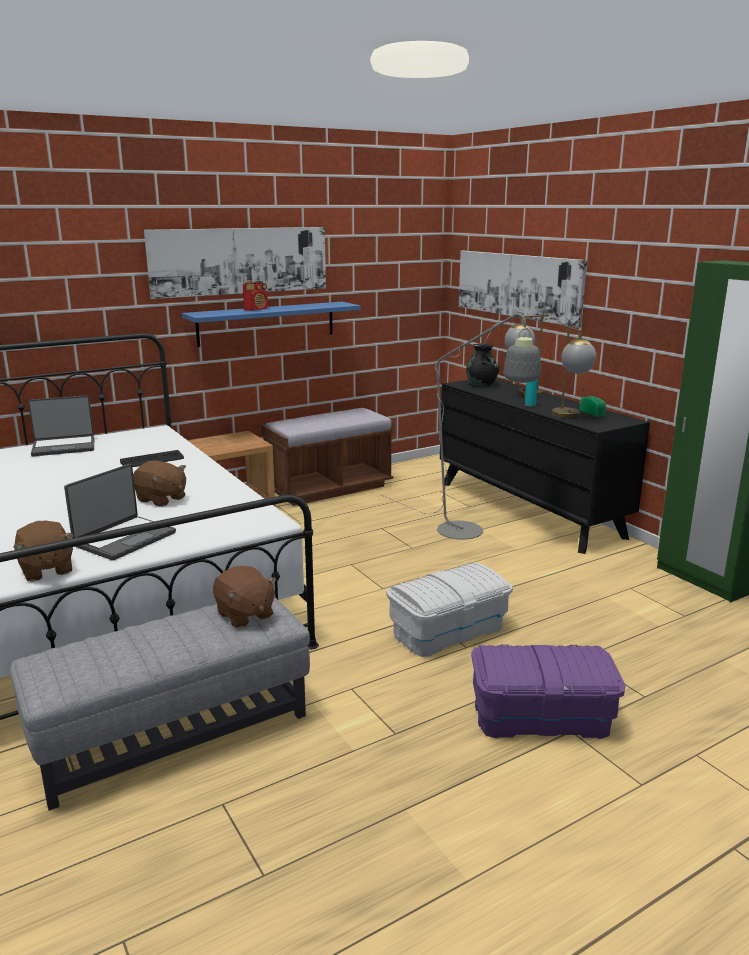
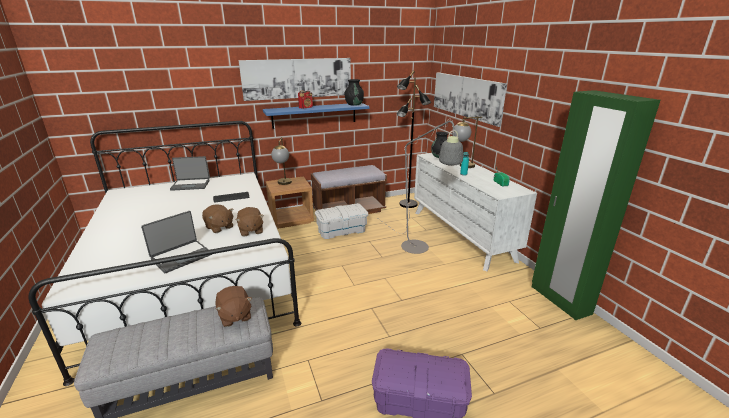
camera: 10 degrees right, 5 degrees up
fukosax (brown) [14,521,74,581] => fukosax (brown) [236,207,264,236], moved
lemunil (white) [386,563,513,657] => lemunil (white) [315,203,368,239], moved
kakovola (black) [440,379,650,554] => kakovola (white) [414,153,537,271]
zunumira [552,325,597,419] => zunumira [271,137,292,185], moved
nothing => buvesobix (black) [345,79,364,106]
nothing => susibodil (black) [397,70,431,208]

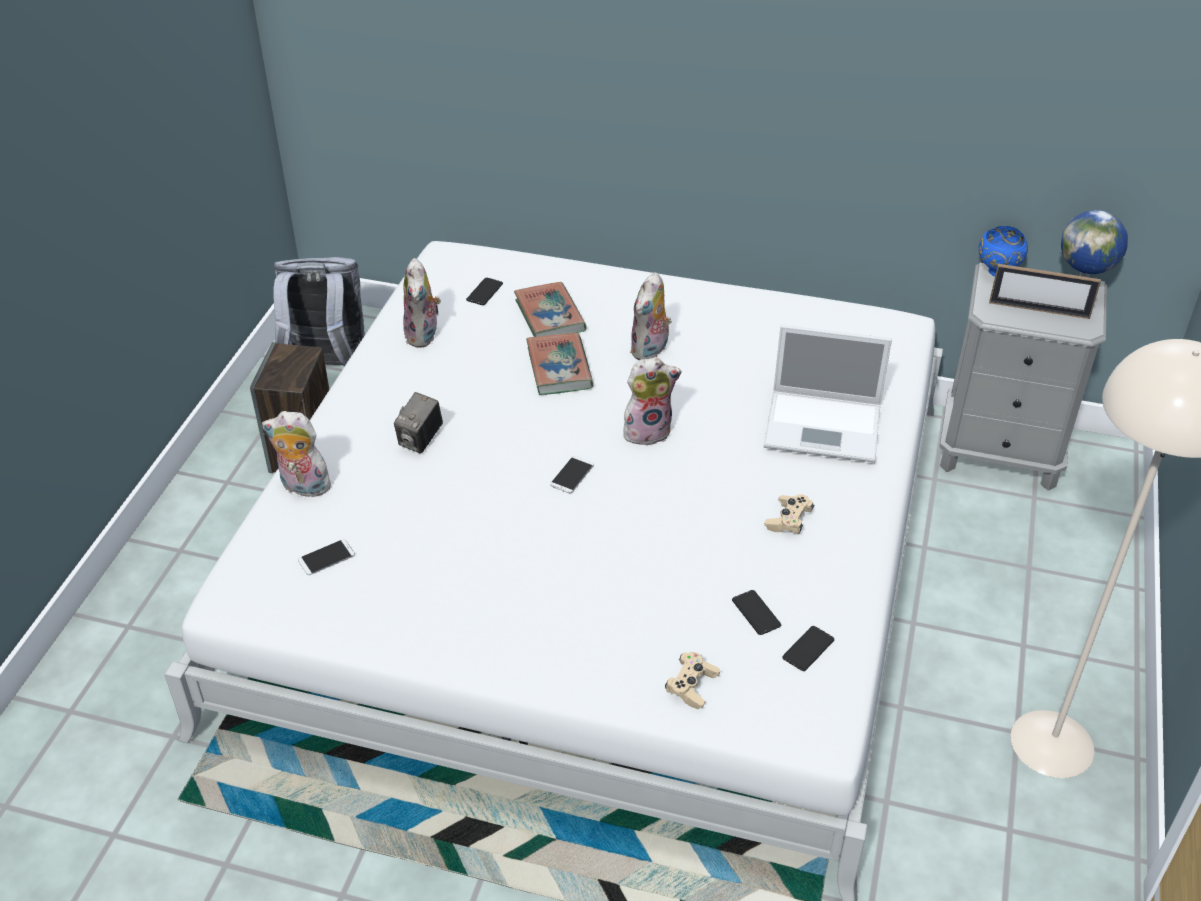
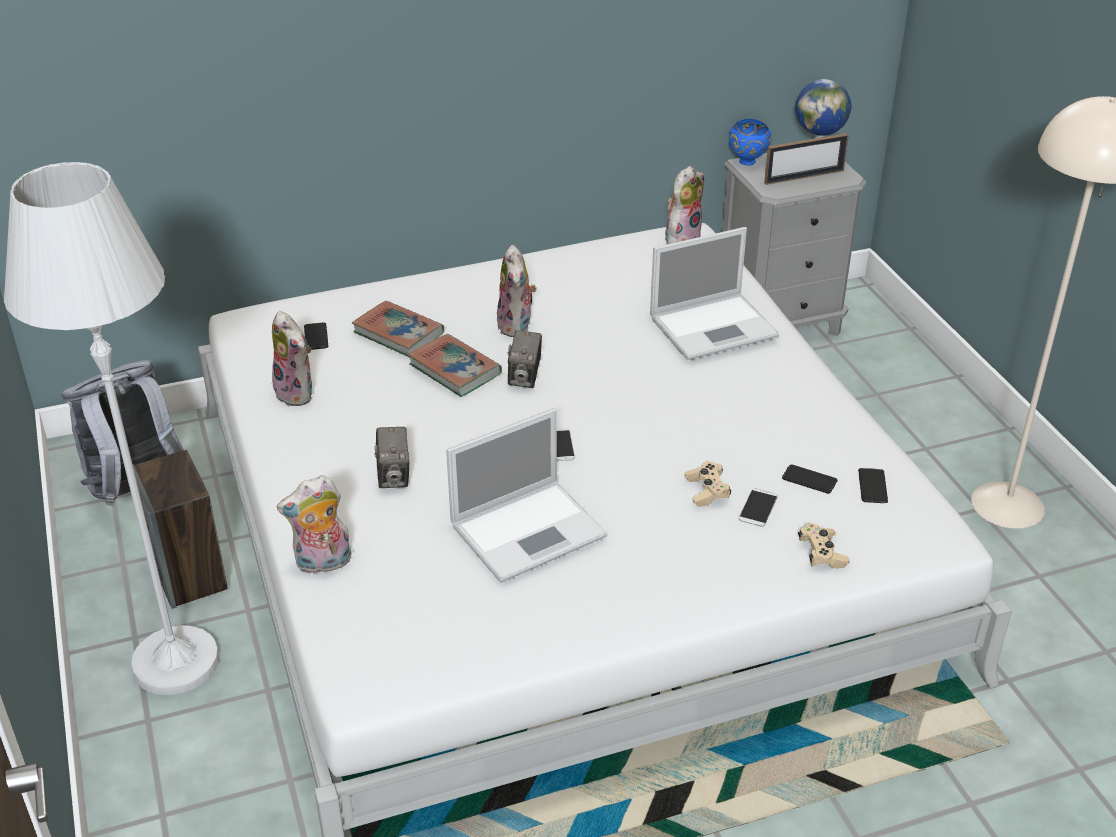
camera: 35 degrees left, 5 degrees down
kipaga [298,539,355,575] => kipaga [739,488,778,527], moved
fukosax [623,357,682,446] => fukosax [665,166,704,244], moved
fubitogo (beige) [764,494,814,535] => fubitogo (beige) [684,461,731,507], moved
nothing => susibodil (white) [4,162,220,695]
nothing => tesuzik [446,408,607,583]
nothing => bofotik [508,330,542,388]

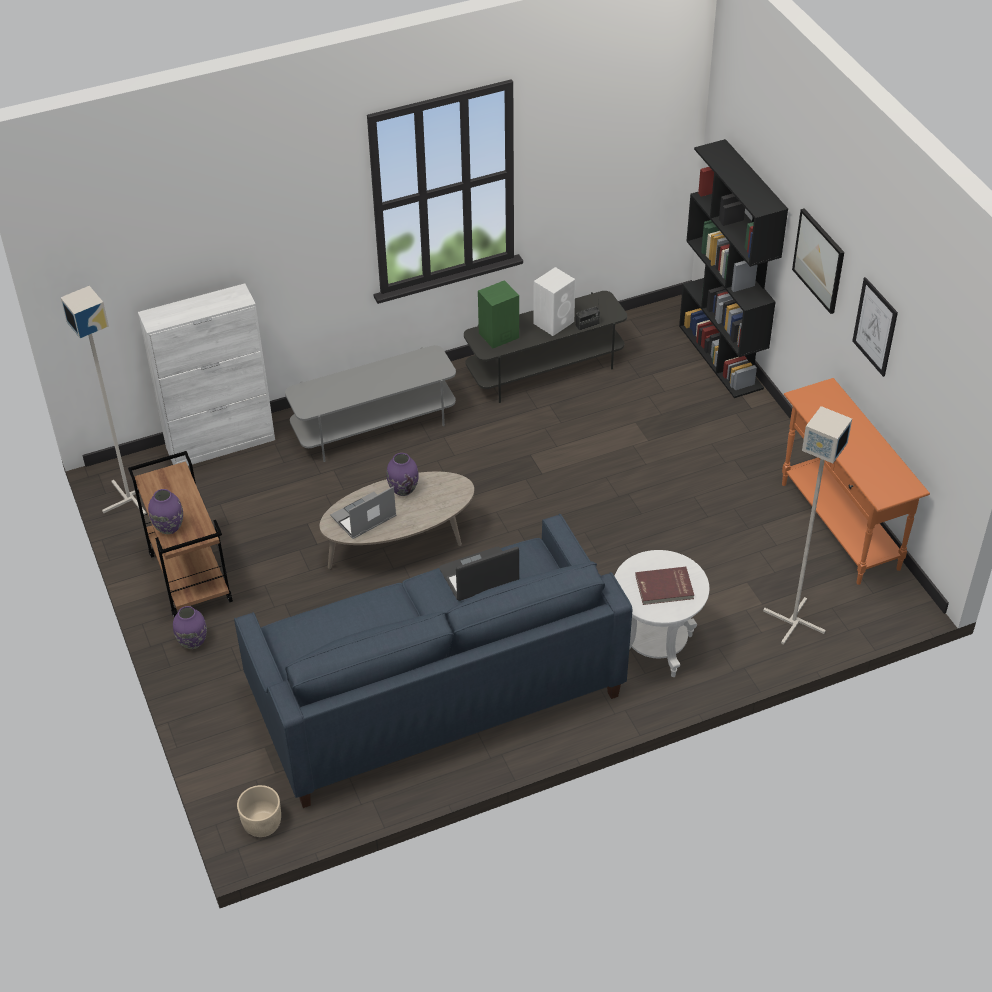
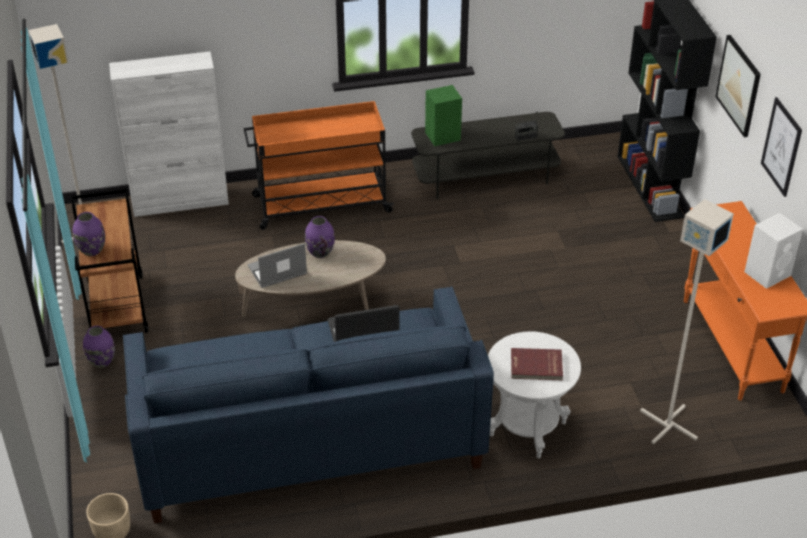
camera: 10 degrees right, 5 degrees down
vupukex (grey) [285,345,456,462] => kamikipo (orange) [244,101,394,230]
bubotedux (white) [533,267,575,336] => bubotedux (white) [744,213,803,289], moved

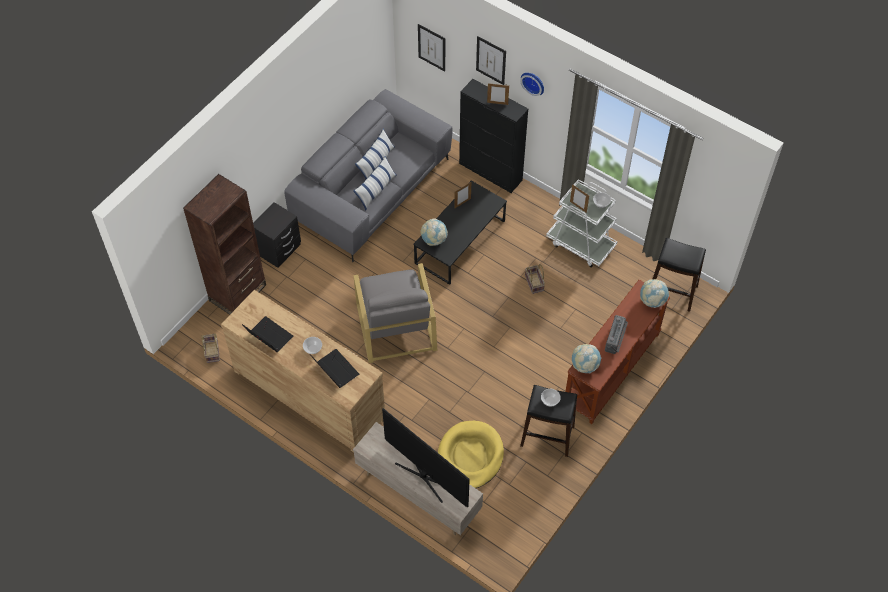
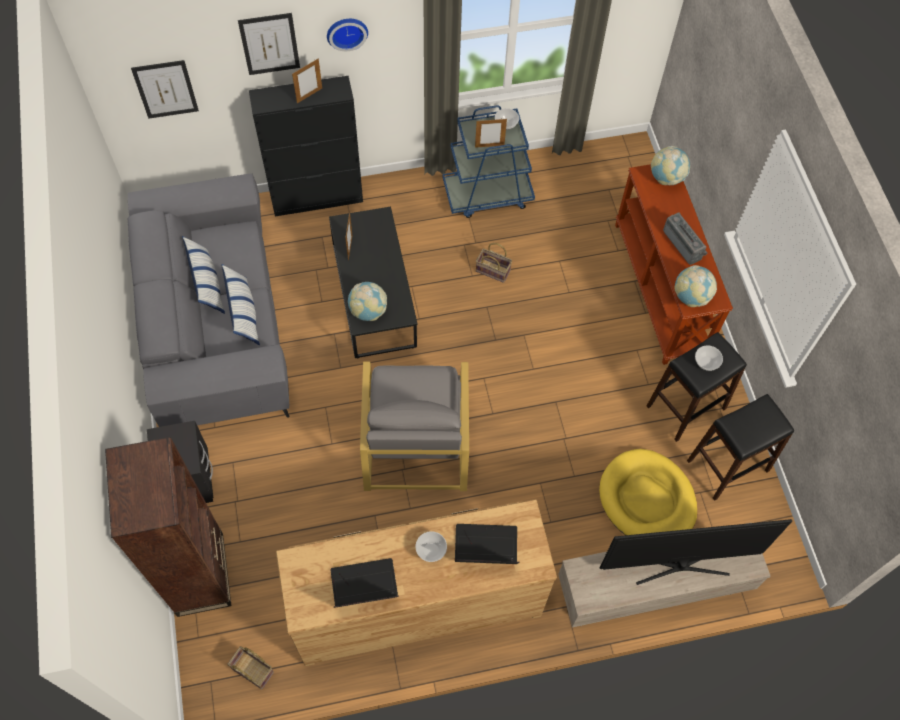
camera: 50 degrees left, 5 degrees up
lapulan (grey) [353,263,437,363] => lapulan (grey) [360,362,469,491], 60 degrees clockwise
kamikipo (white) [546,179,617,268] => kamikipo (blue) [443,105,535,218]
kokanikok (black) [653,238,706,312] => kokanikok (black) [687,394,794,501], moved

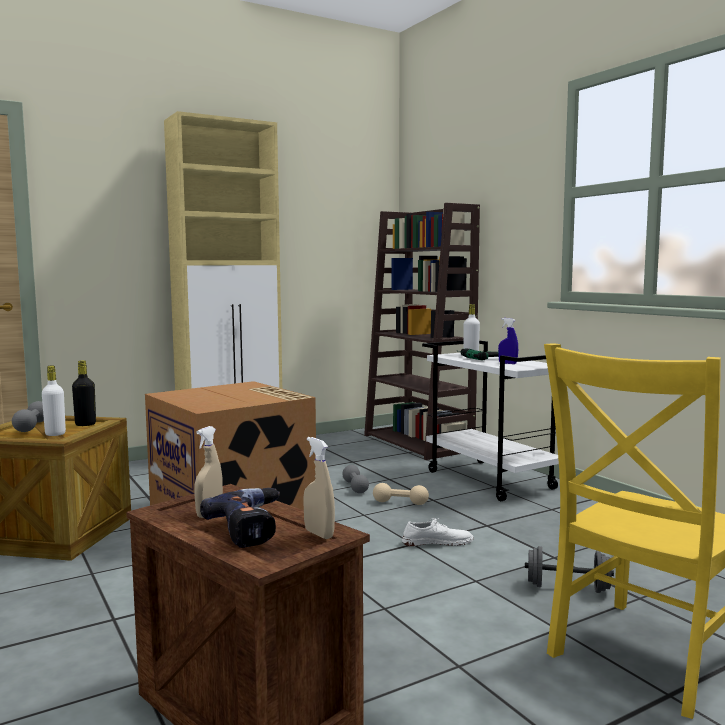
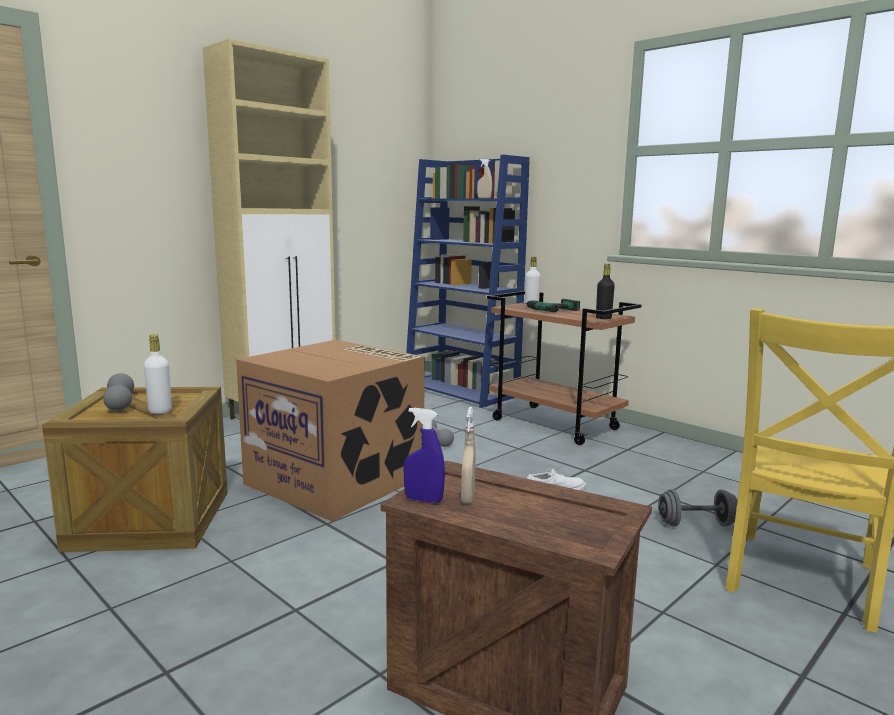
camera: 15 degrees left, 5 degrees up
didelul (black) [72,360,96,426] => didelul (black) [596,263,615,319], moved
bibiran [200,488,280,548] => nothing
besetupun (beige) [303,437,335,539] => besetupun (beige) [477,159,492,198], moved
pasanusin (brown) [364,203,480,460] => pasanusin (blue) [406,154,530,408]
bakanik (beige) [373,483,429,505] => nothing
kamikipo (white) [422,340,559,501] => kamikipo (brown) [487,291,641,445]
besetupun (blue) [498,318,518,364] => besetupun (blue) [404,408,445,503], moved

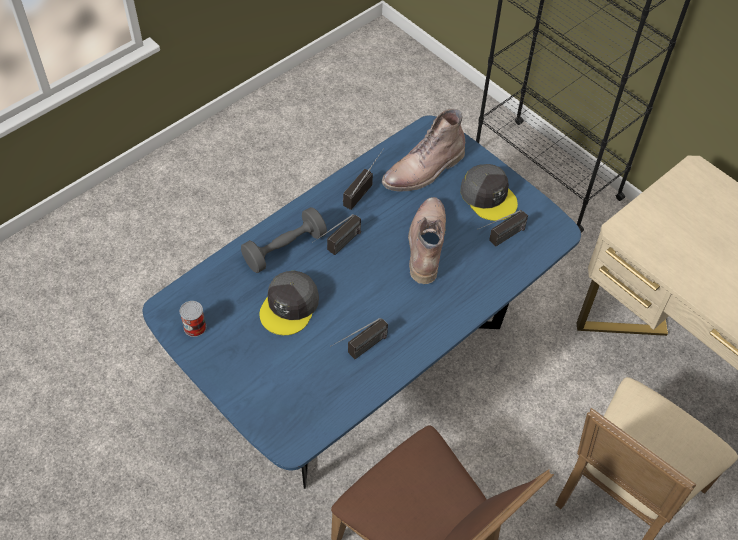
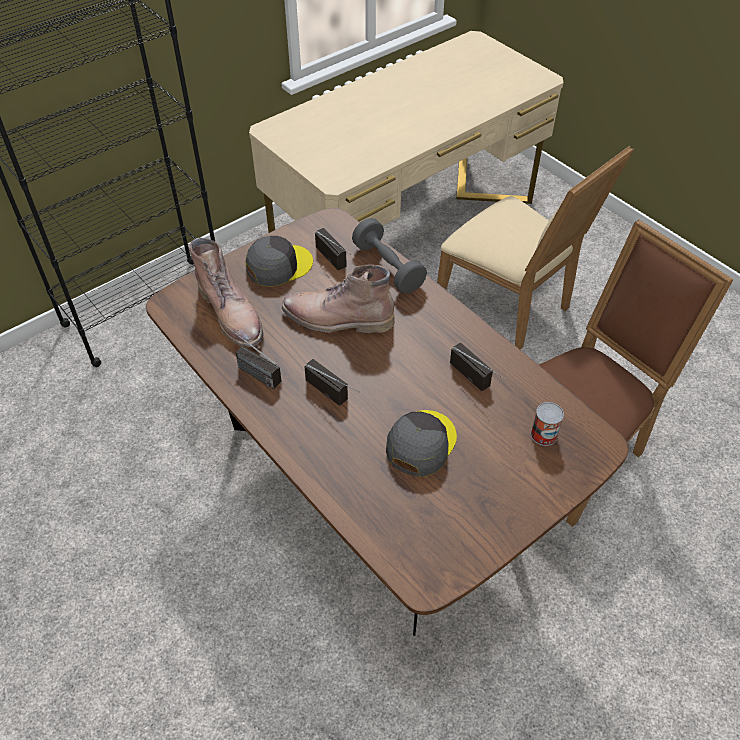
camera: 85 degrees left, 5 degrees down
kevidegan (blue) [143,115,581,489] => kevidegan (brown) [146,208,629,636]
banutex [180,301,206,337] => banutex [531,402,564,446], moved
bakanik (grey) [241,207,327,273] => bakanik (grey) [352,218,427,294], moved
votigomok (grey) [260,271,319,335] => votigomok (grey) [386,410,457,477], 90 degrees counterclockwise

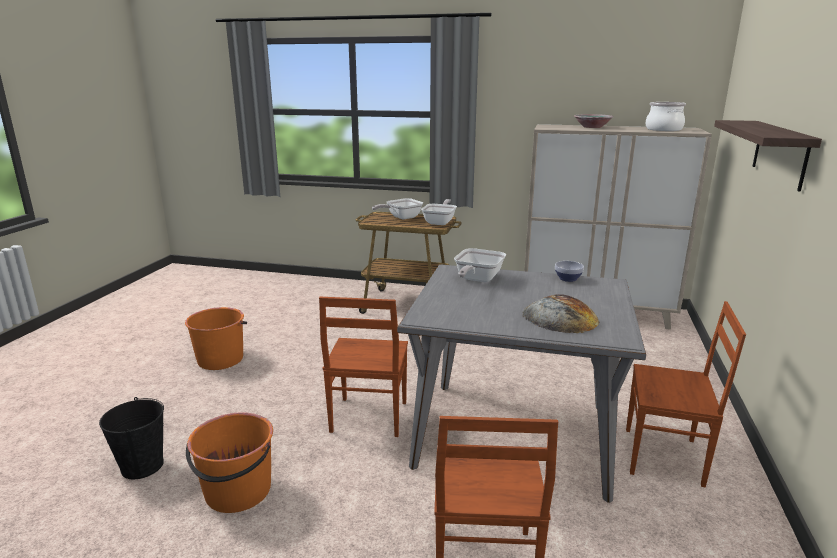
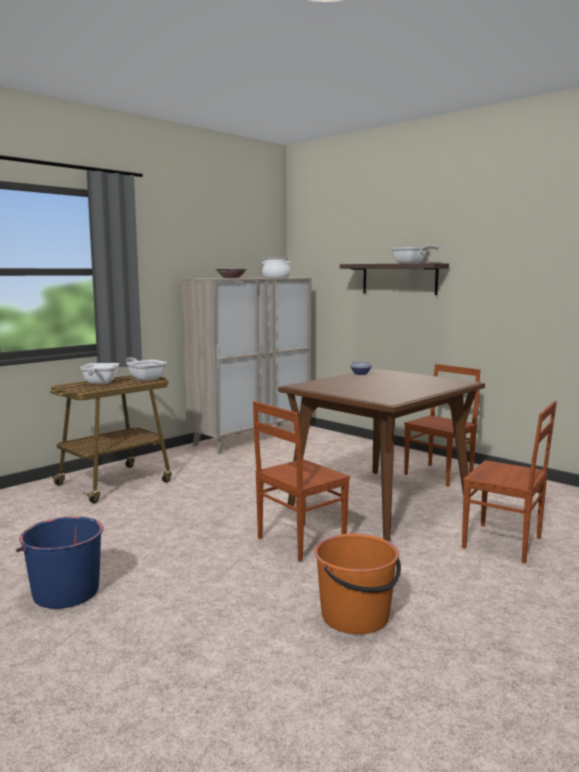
camera: 60 degrees left, 10 degrees down
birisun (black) [99,397,164,479] => nothing
birisun (orange) [185,307,247,370] => birisun (blue) [16,516,103,609]
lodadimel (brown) [319,297,408,437] => lodadimel (brown) [253,401,350,562], 105 degrees clockwise
kevidegan (grey) [397,264,646,503] => kevidegan (brown) [278,369,485,541]
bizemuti [454,248,506,282] => bizemuti [391,245,439,264], moved
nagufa [522,294,599,333] => nothing

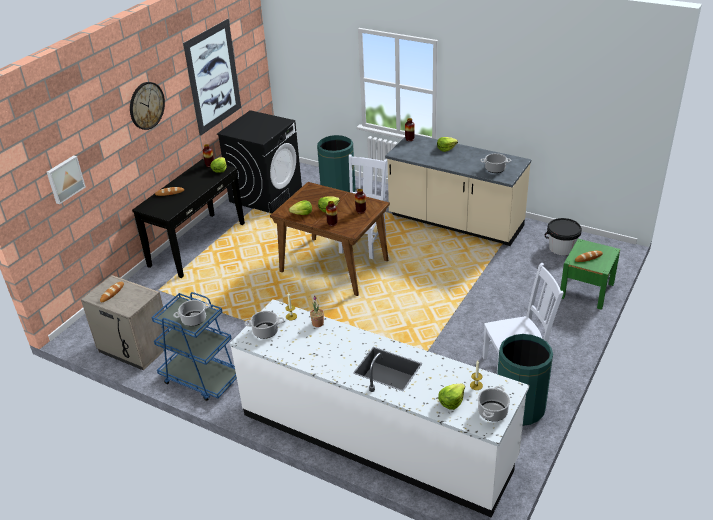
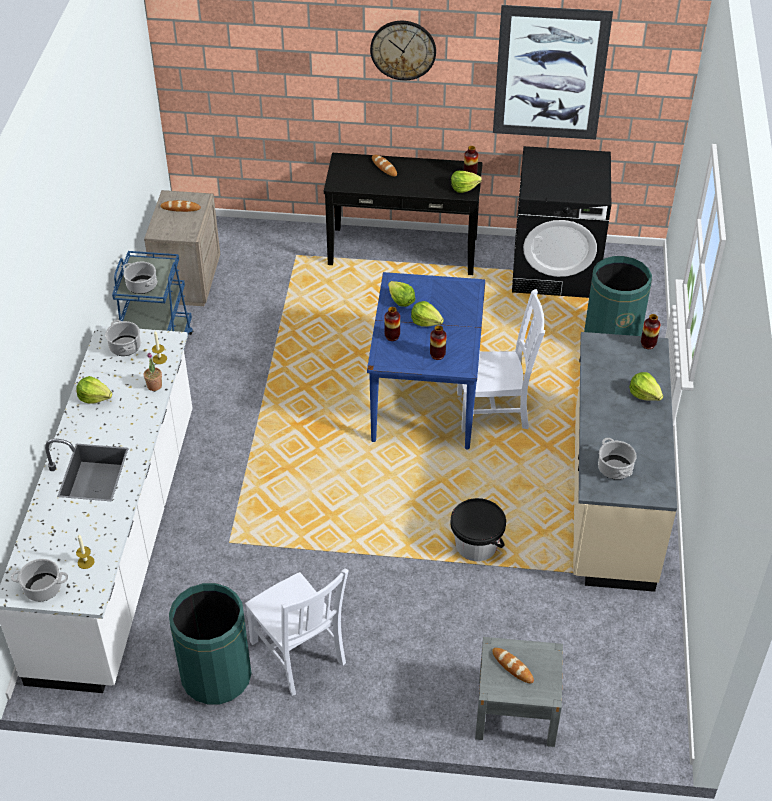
camera: 65 degrees right, 10 degrees up
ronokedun [47,155,86,204] => nothing
kevidegan (brown) [270,182,390,296] => kevidegan (blue) [367,272,486,449]
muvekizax [438,384,465,410] => muvekizax [76,376,112,404], moved
birisun (black) [545,218,582,255] => birisun (black) [450,498,506,561], moved
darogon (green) [560,239,620,310] => darogon (grey) [475,637,563,747]

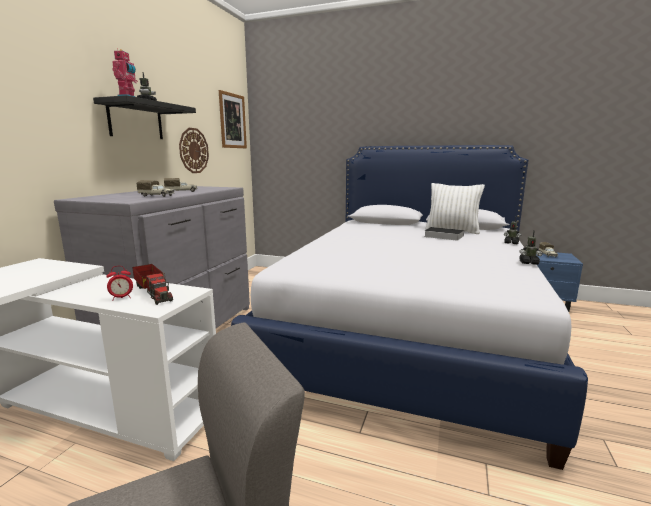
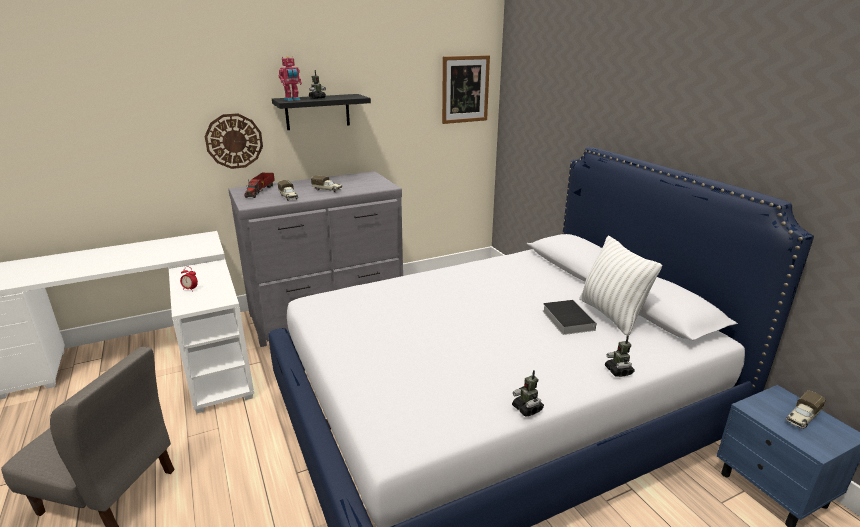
camera: 45 degrees right, 10 degrees up
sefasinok [132,264,173,305] => sefasinok [245,173,275,198], moved
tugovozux [179,128,209,173] => tugovozux [205,113,263,169], moved

